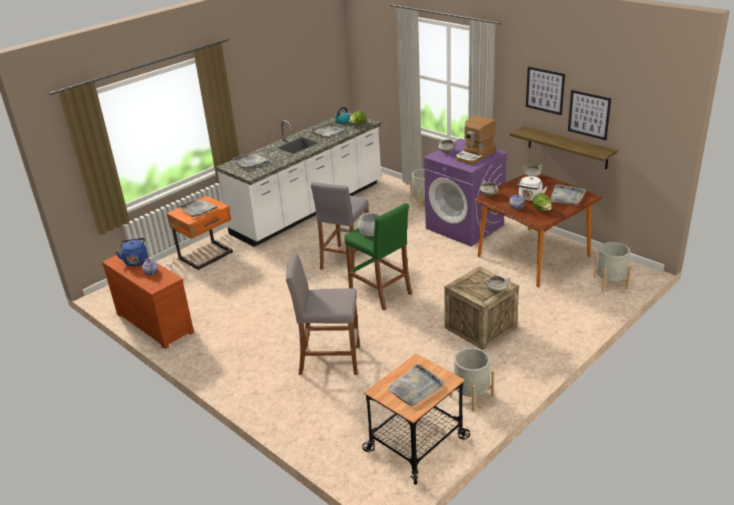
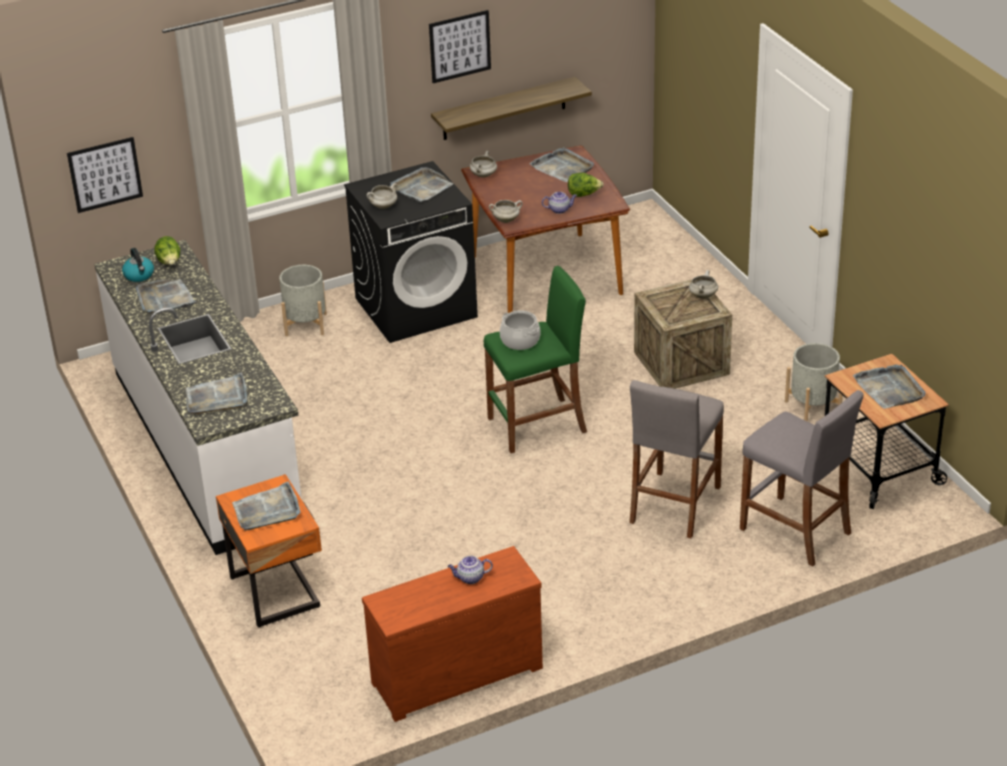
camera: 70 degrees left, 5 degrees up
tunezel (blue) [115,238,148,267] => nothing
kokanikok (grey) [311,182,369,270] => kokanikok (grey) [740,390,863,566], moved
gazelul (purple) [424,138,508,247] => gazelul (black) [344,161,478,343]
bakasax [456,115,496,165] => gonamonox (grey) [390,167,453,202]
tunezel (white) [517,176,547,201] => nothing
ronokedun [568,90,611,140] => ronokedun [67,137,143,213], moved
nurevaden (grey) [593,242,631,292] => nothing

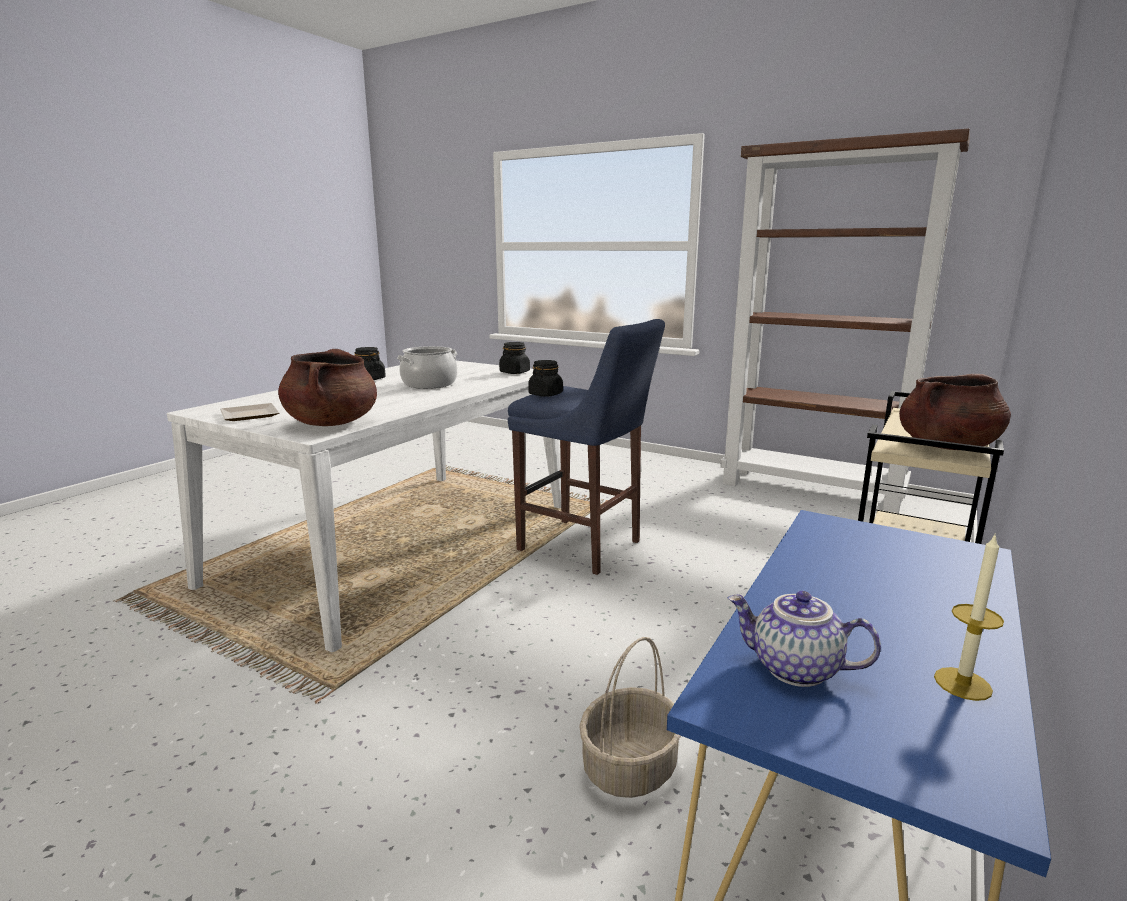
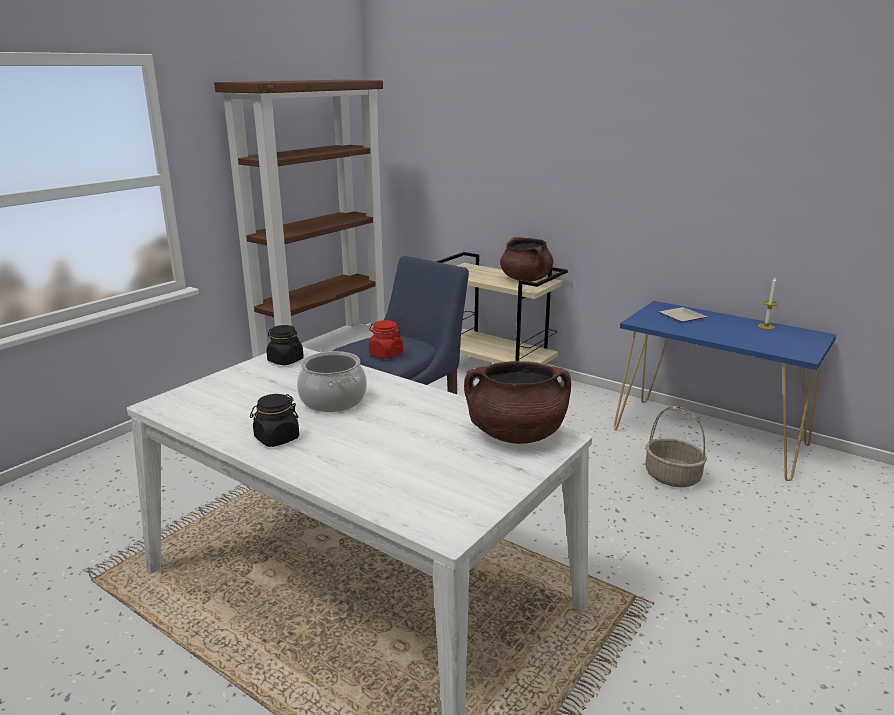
camera: 85 degrees left, 5 degrees up
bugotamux [220,403,279,421] => bugotamux [659,307,707,322], moved
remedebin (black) [528,360,563,397] => remedebin (red) [369,320,403,359]
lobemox [728,591,881,687] => nothing

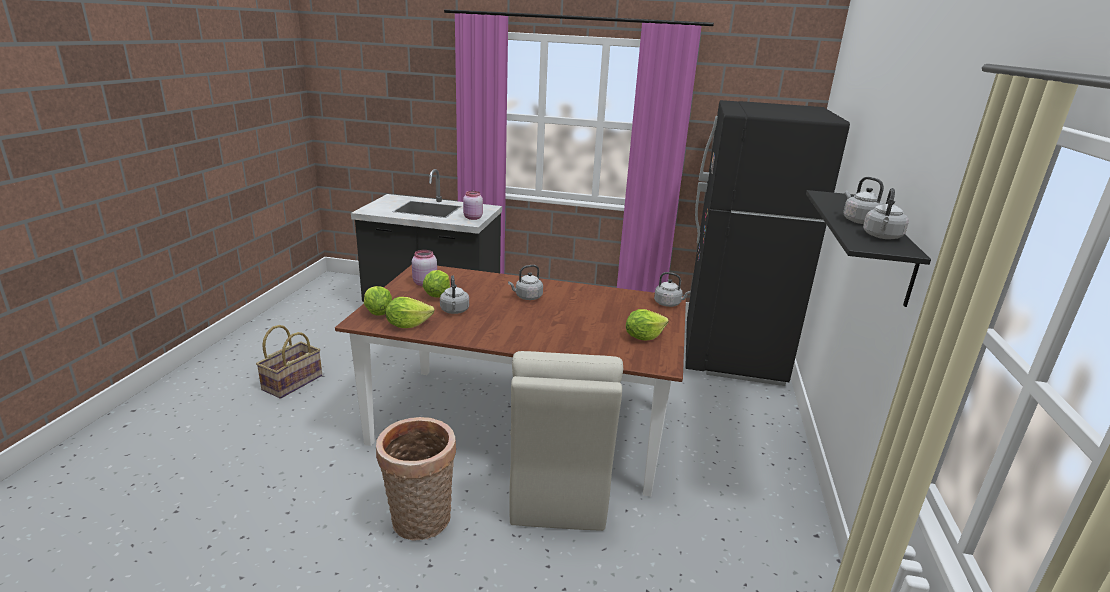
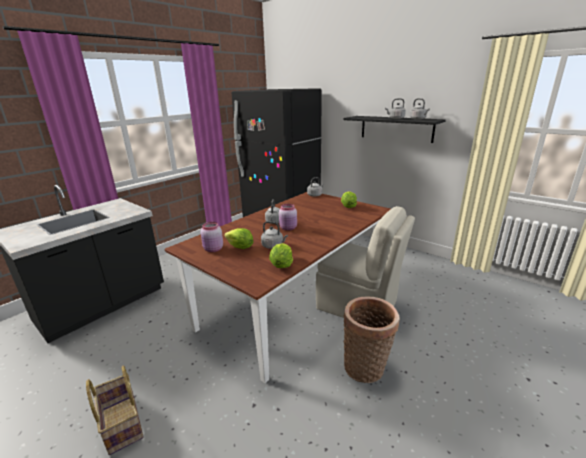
camera: 60 degrees left, 0 degrees up
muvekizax [364,286,392,315] => nothing
remedebin (pink) [463,191,483,220] => remedebin (pink) [279,204,297,231], moved

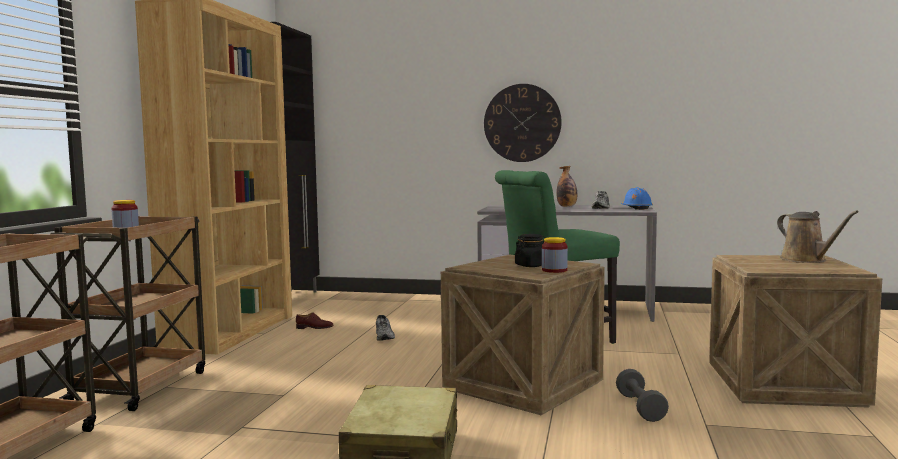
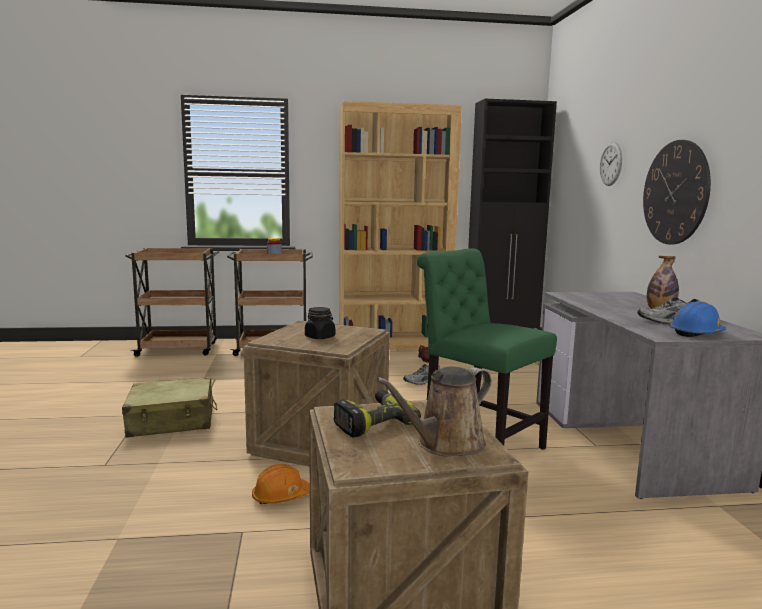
camera: 70 degrees right, 5 degrees up
remedebin [542,237,568,273] => nothing
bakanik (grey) [616,369,669,422] => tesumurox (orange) [252,464,310,505]
nothing => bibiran [334,390,421,438]
nothing => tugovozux [600,142,622,186]

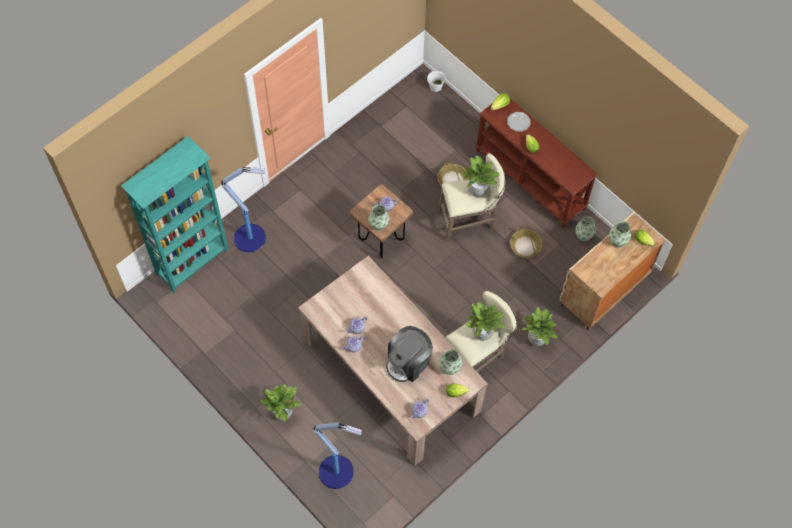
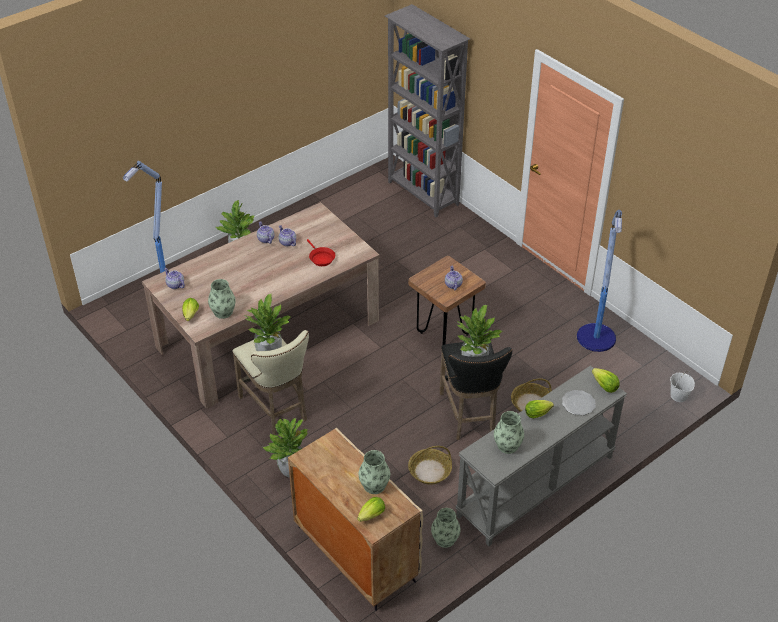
camera: 95 degrees right, 20 degrees down
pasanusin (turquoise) [121,136,229,293] => pasanusin (grey) [385,4,470,217]
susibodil [221,167,266,252] => susibodil [577,210,622,352], moved
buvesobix [368,204,389,231] => buvesobix [494,411,524,454], moved
bakasax [386,326,433,382] => nothing
kokanikok (beige) [438,153,505,242] => kokanikok (black) [439,342,513,440]
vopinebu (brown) [476,99,598,229] => vopinebu (grey) [456,366,627,547]
nothing => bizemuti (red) [307,239,335,266]

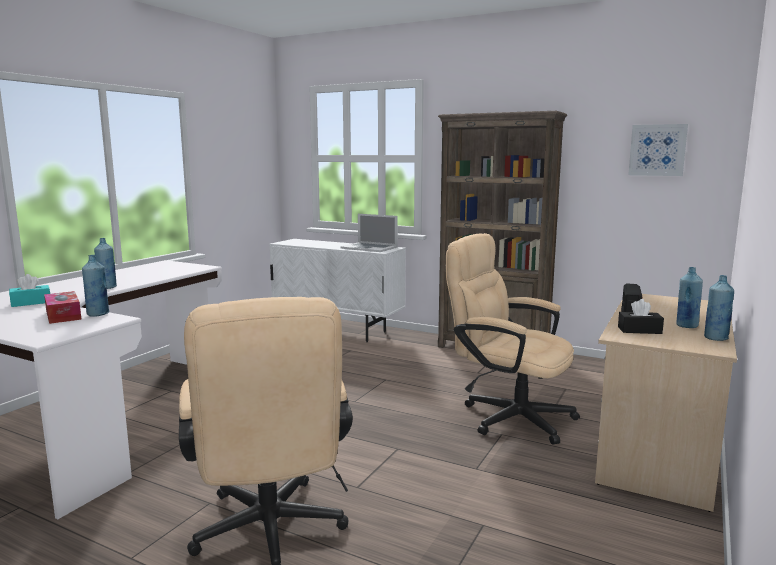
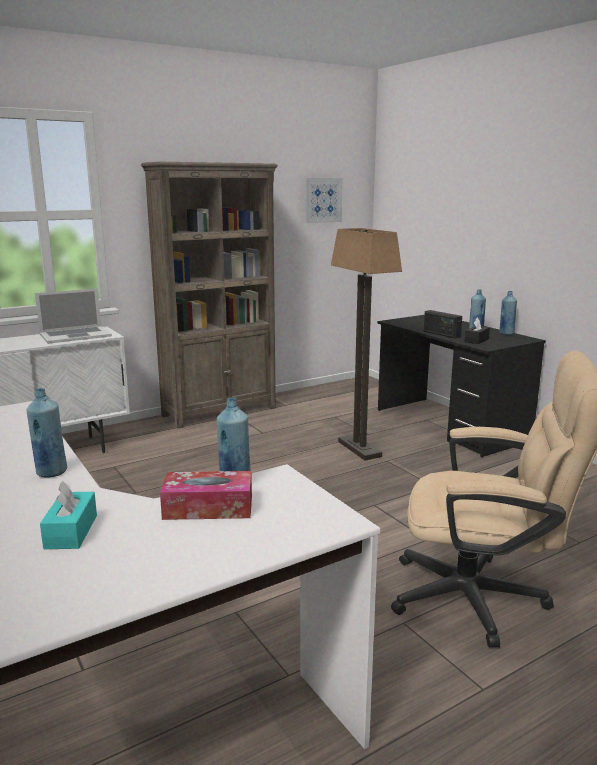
camera: 60 degrees left, 5 degrees up
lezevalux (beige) [446,233,580,445] => susibodil [331,228,402,461]
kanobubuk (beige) [595,294,737,512] => kanobubuk (black) [377,315,546,457]

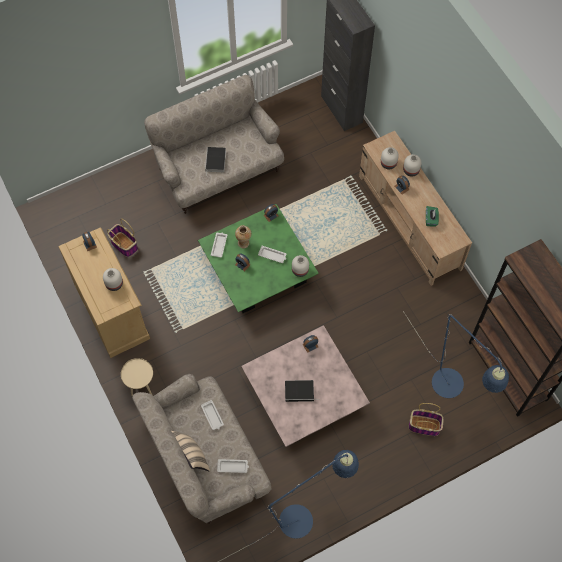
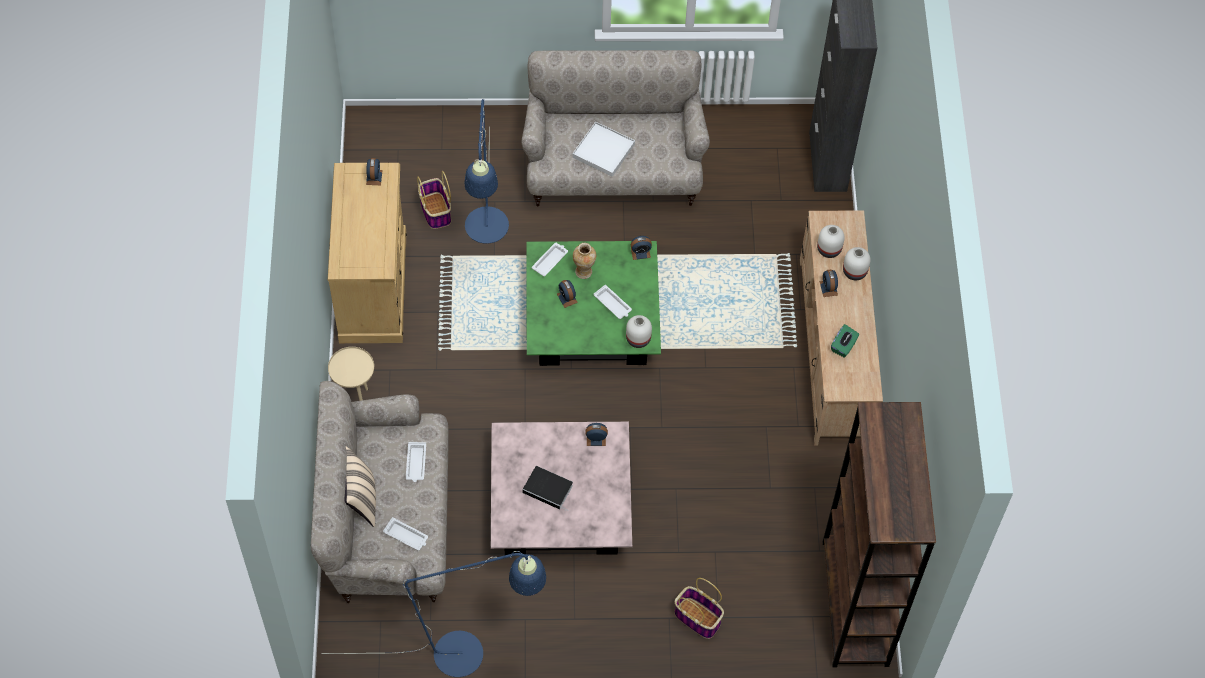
camera: 25 degrees right, 5 degrees down
buvesobix (white) [103,268,123,291] => nothing
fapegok [205,147,226,172] => gonamonox (white) [572,122,635,177]
susibodil (blue) [403,311,509,398] => susibodil (blue) [464,99,509,244], moved

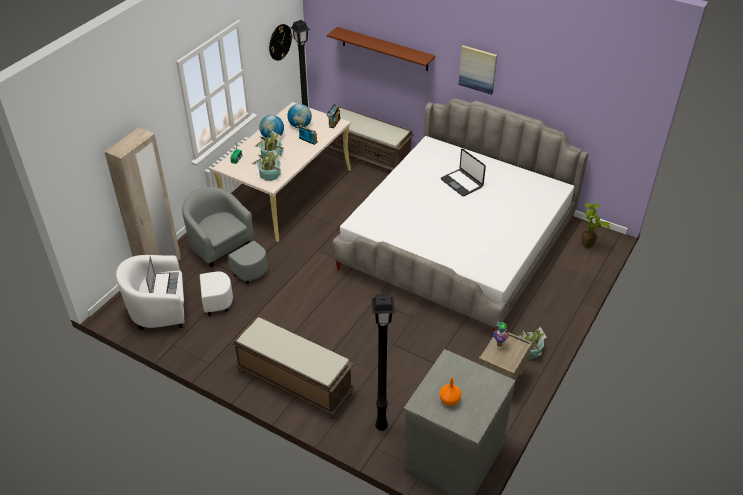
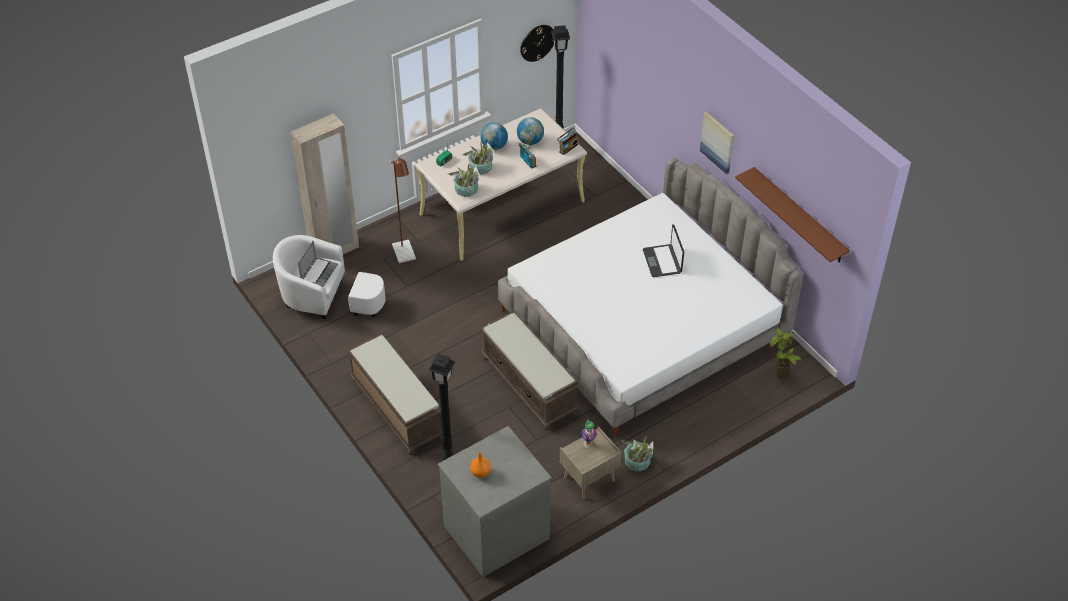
camera: 25 degrees right, 5 degrees up
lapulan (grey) [182,187,268,284] => susibodil (brown) [390,157,416,263]
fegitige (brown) [324,107,414,171] => fegitige (brown) [480,310,580,430], moved
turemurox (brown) [327,27,435,71] => turemurox (brown) [735,167,850,262], moved

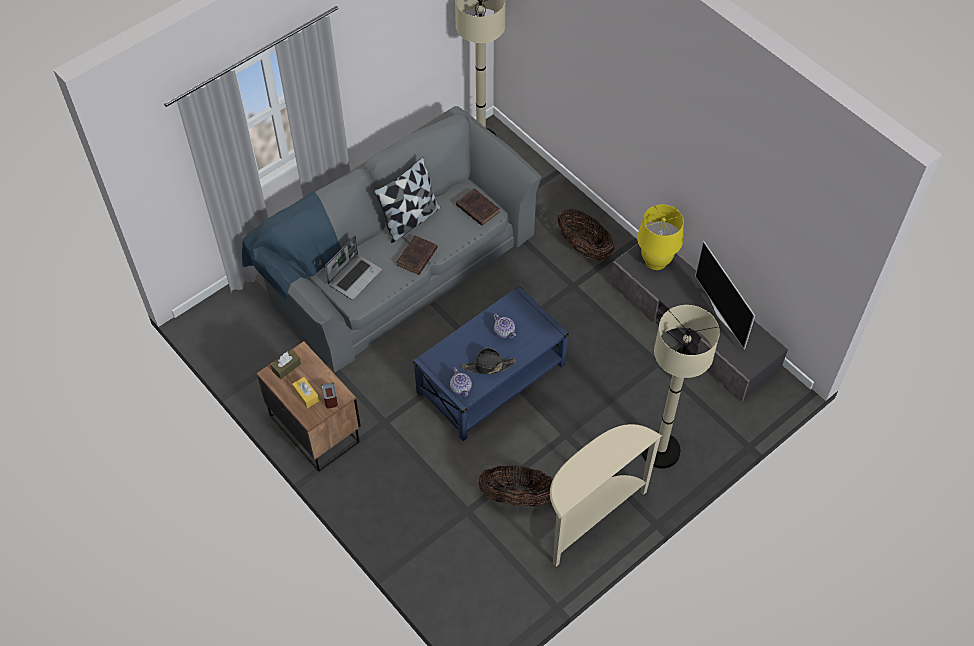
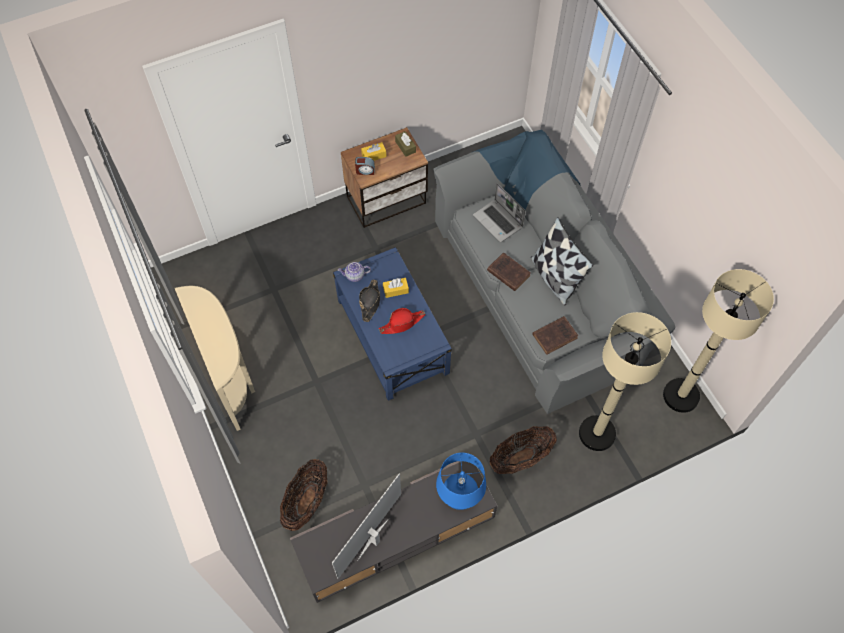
camera: 105 degrees right, 5 degrees up
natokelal [478,466,553,507] => natokelal [280,459,328,531], moved
lobemox [493,313,516,339] => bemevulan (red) [379,308,426,334]
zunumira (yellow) [637,205,684,270] => zunumira (blue) [436,453,486,510]
susibodil (beige) [642,305,720,469] => susibodil (beige) [579,312,671,451], moved
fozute [695,241,755,350] => fozute [332,474,401,579], 45 degrees counterclockwise
nothing => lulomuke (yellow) [383,278,409,298]

